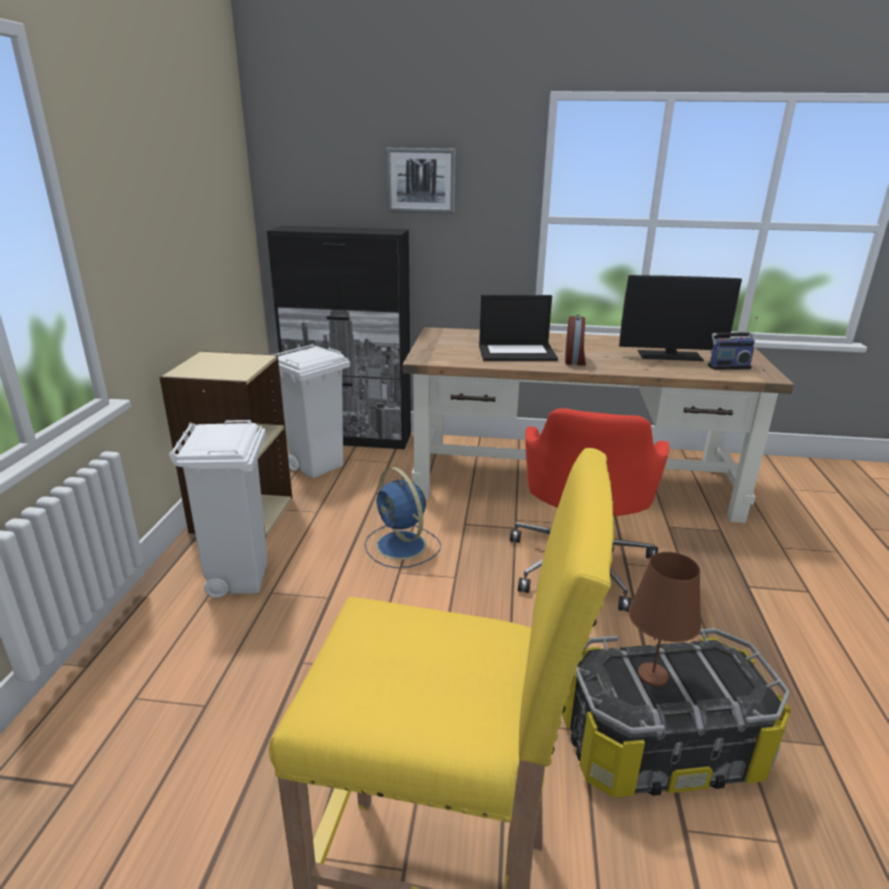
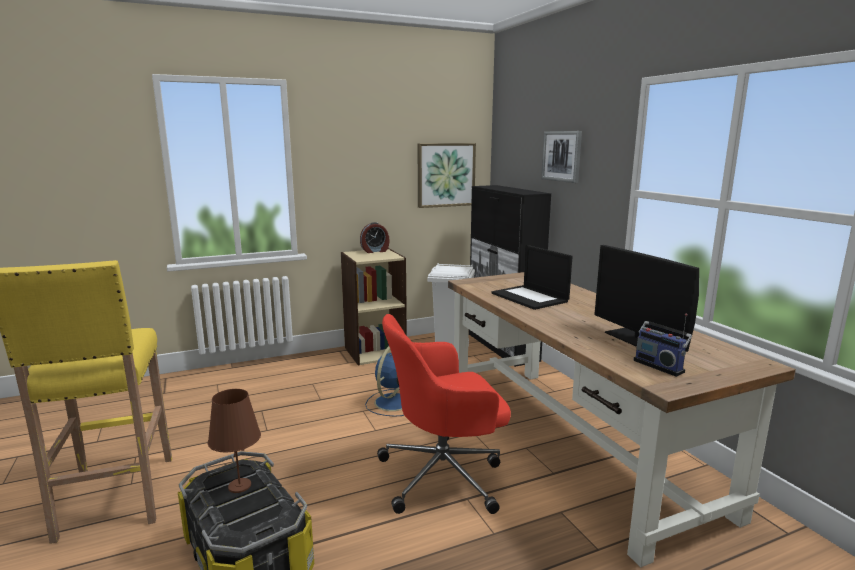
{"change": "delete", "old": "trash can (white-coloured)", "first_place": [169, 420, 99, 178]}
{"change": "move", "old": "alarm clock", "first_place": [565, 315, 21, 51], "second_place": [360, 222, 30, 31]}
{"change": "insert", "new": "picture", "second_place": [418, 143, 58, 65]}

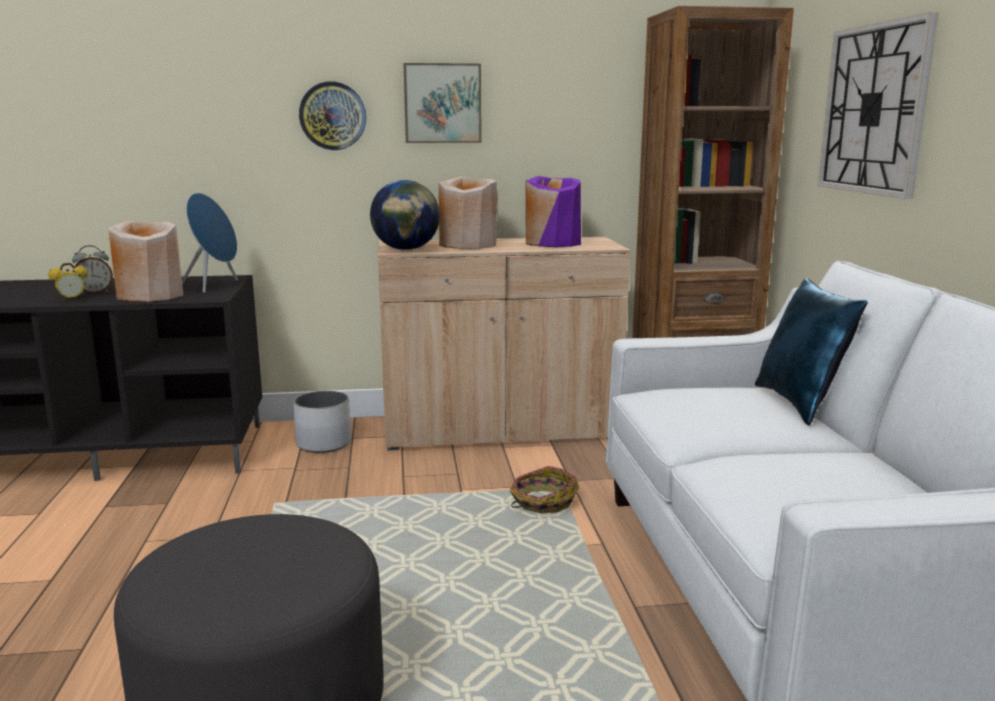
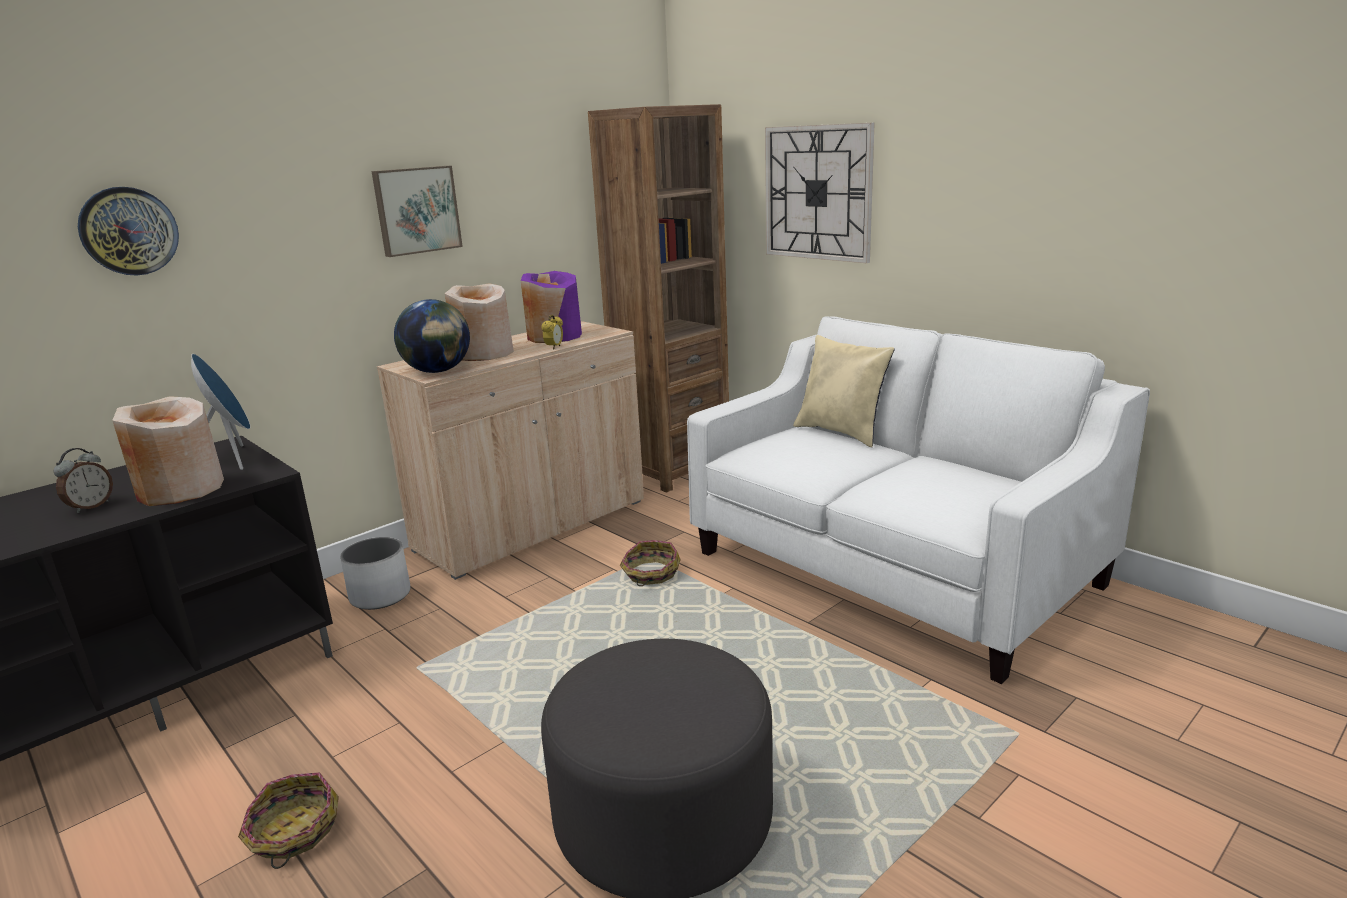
{"change": "move", "old": "alarm clock", "first_place": [48, 263, 40, 38], "second_place": [542, 314, 21, 35]}
{"change": "move", "old": "clock on the wall", "first_place": [299, 81, 67, 69], "second_place": [78, 187, 101, 88]}
{"change": "recolor", "old": "throw pillow (bluish)", "new": "throw pillow (beige-coloured)", "first_place": [755, 278, 112, 147], "second_place": [793, 335, 102, 112]}
{"change": "insert", "new": "storage basket", "second_place": [238, 773, 101, 96]}

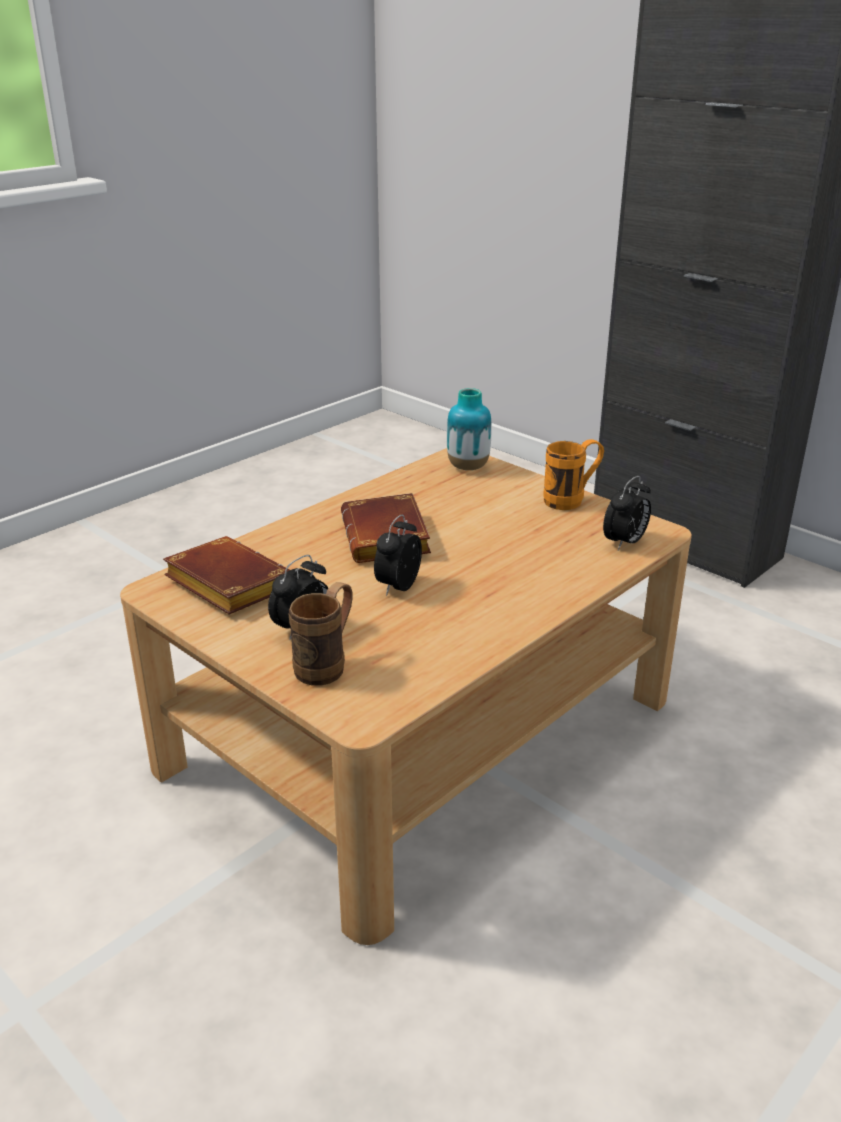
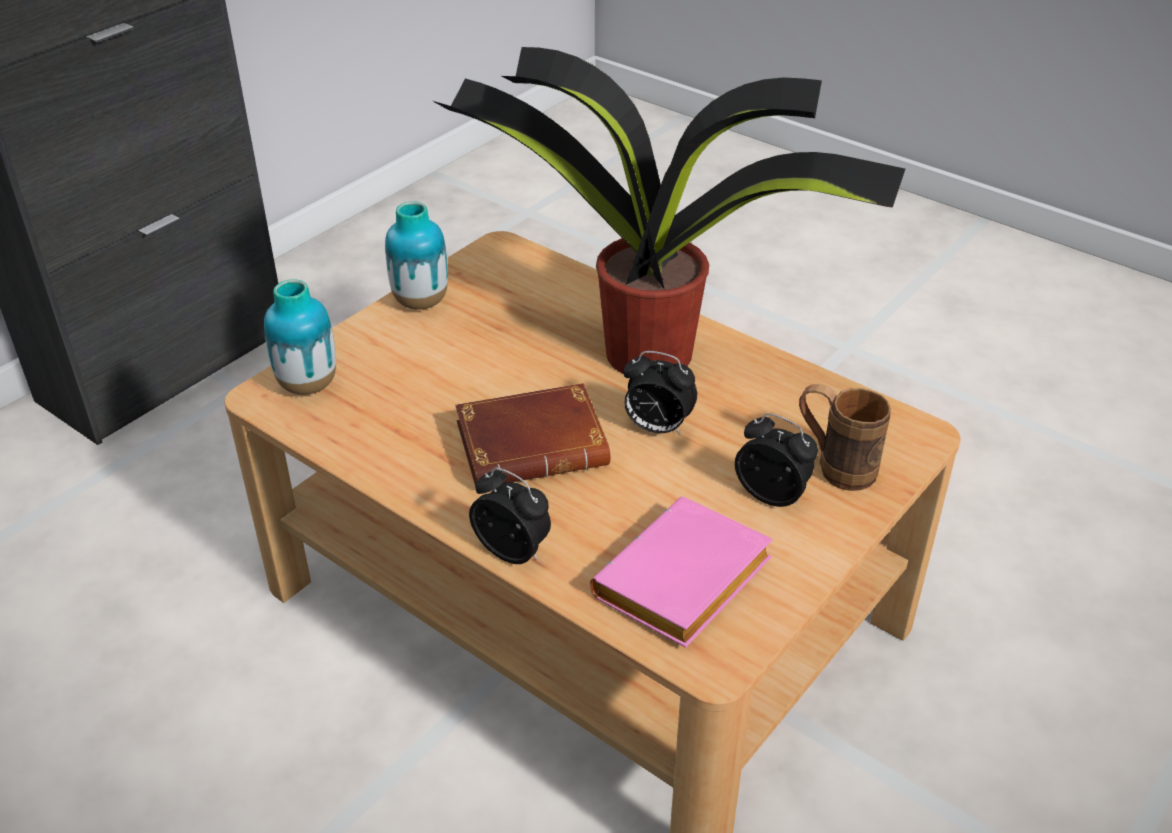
{"change": "recolor", "old": "book (brown)", "new": "book (pink)", "first_place": [163, 536, 127, 79], "second_place": [590, 497, 183, 151]}
{"change": "replace", "old": "mug (orangey)", "new": "flower vase", "first_place": [543, 439, 61, 71], "second_place": [385, 201, 63, 108]}
{"change": "move", "old": "alarm clock", "first_place": [603, 476, 48, 75], "second_place": [469, 468, 82, 96]}
{"change": "insert", "new": "houseplant", "second_place": [431, 47, 474, 327]}

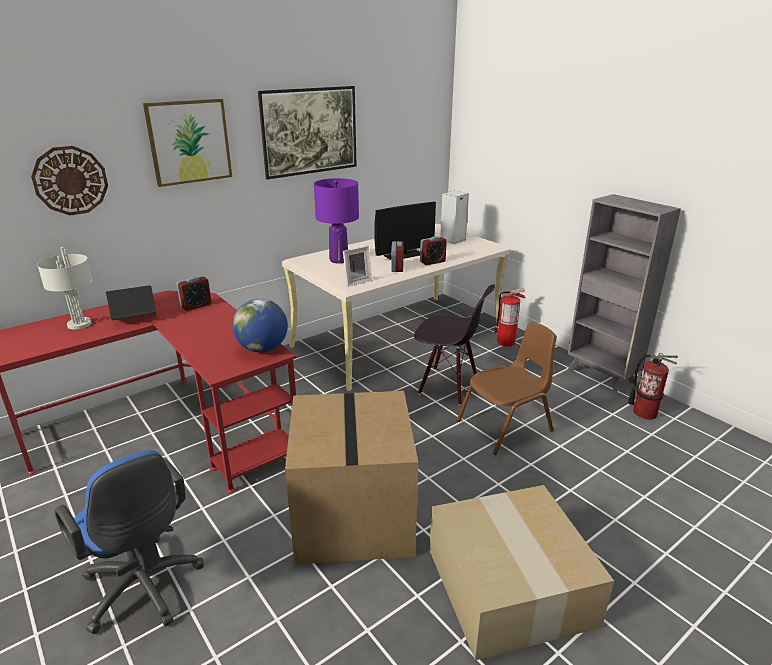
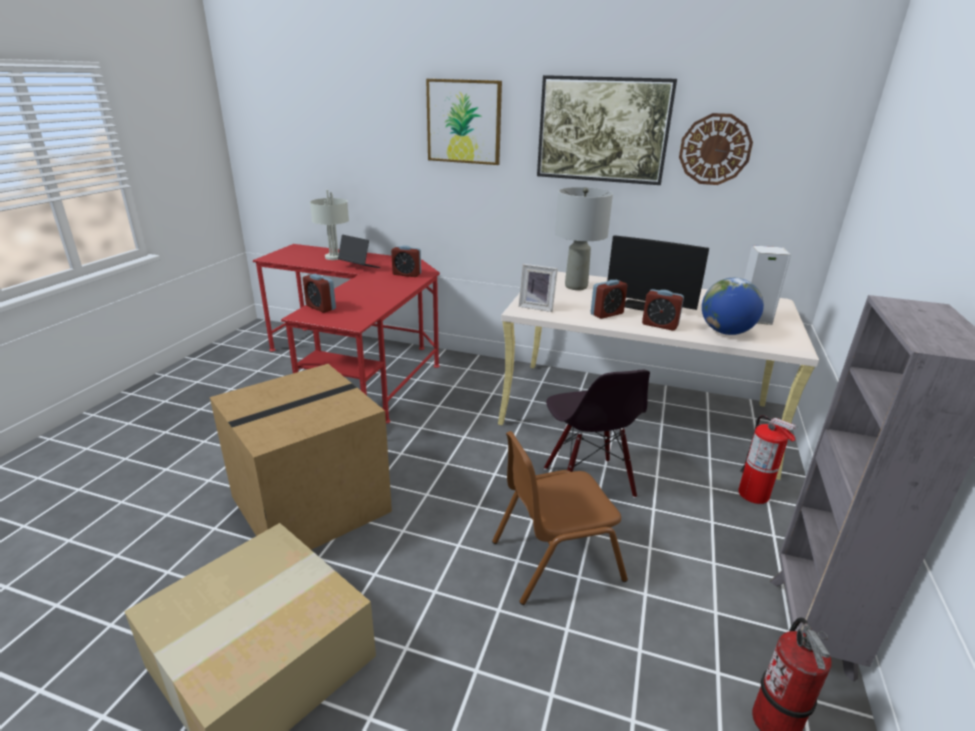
{"change": "move", "old": "clock on the wall", "first_place": [31, 146, 77, 69], "second_place": [679, 113, 74, 72]}
{"change": "delete", "old": "desk chair (bluish)", "first_place": [54, 450, 150, 184]}
{"change": "move", "old": "desk globe", "first_place": [233, 299, 55, 54], "second_place": [702, 278, 62, 57]}
{"change": "recolor", "old": "tabletop lamp (purple-coloured)", "new": "tabletop lamp (greyish)", "first_place": [314, 178, 45, 85], "second_place": [555, 187, 58, 103]}
{"change": "rotate", "old": "upright chair (brown)", "first_place": [457, 322, 100, 133], "second_place": [492, 431, 136, 174], "degrees": 135}
{"change": "insert", "new": "alarm clock", "second_place": [303, 274, 33, 39]}

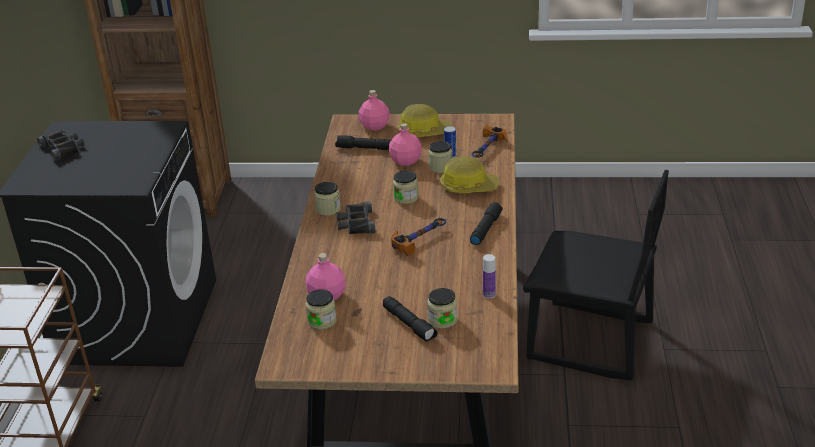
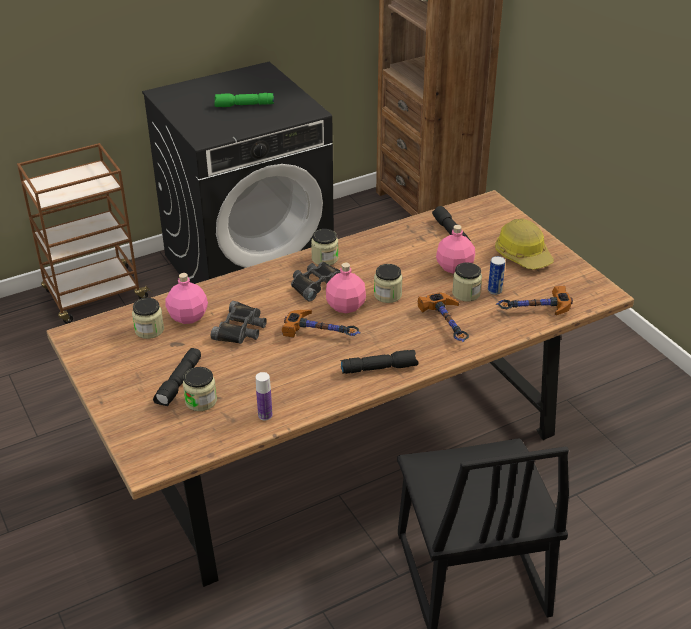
{"change": "move", "old": "pair of binoculars (black-coloured)", "first_place": [37, 130, 47, 31], "second_place": [211, 301, 56, 43]}
{"change": "move", "old": "beverage bottle (pink)", "first_place": [358, 90, 32, 41], "second_place": [326, 263, 40, 50]}
{"change": "replace", "old": "work helmet", "new": "tool hammer", "first_place": [440, 156, 59, 37], "second_place": [418, 292, 51, 50]}
{"change": "insert", "new": "hand torch (green-coloured)", "second_place": [214, 93, 60, 14]}

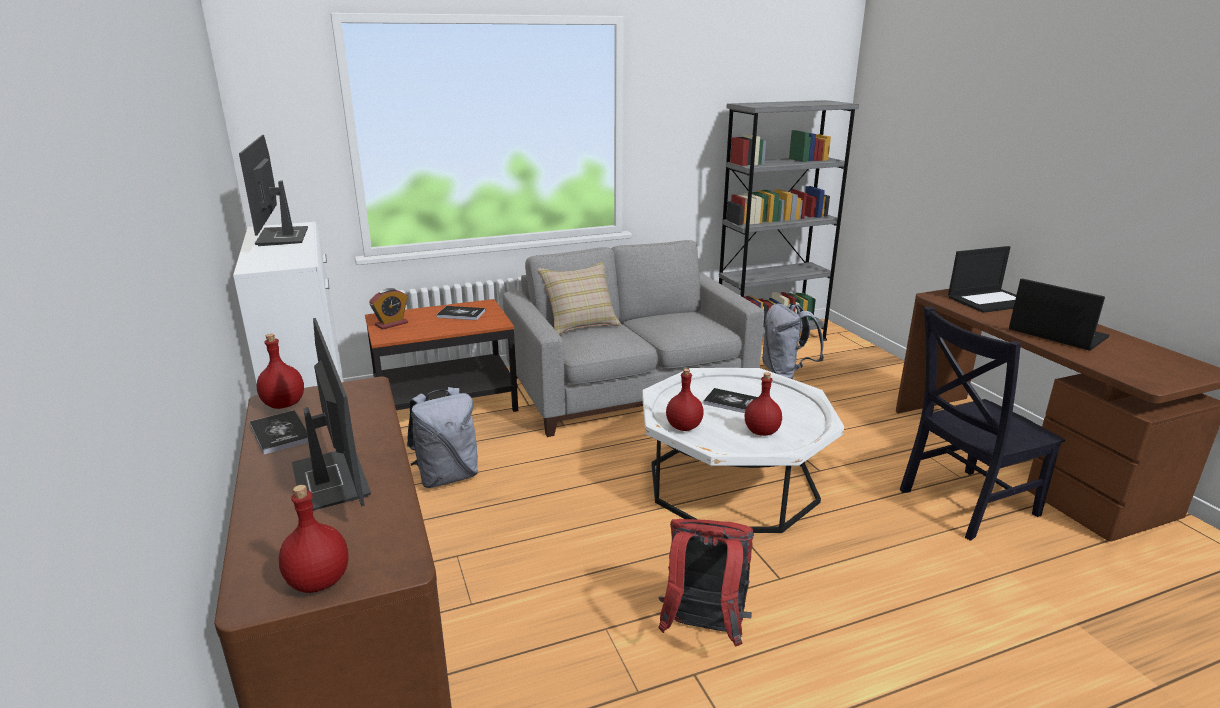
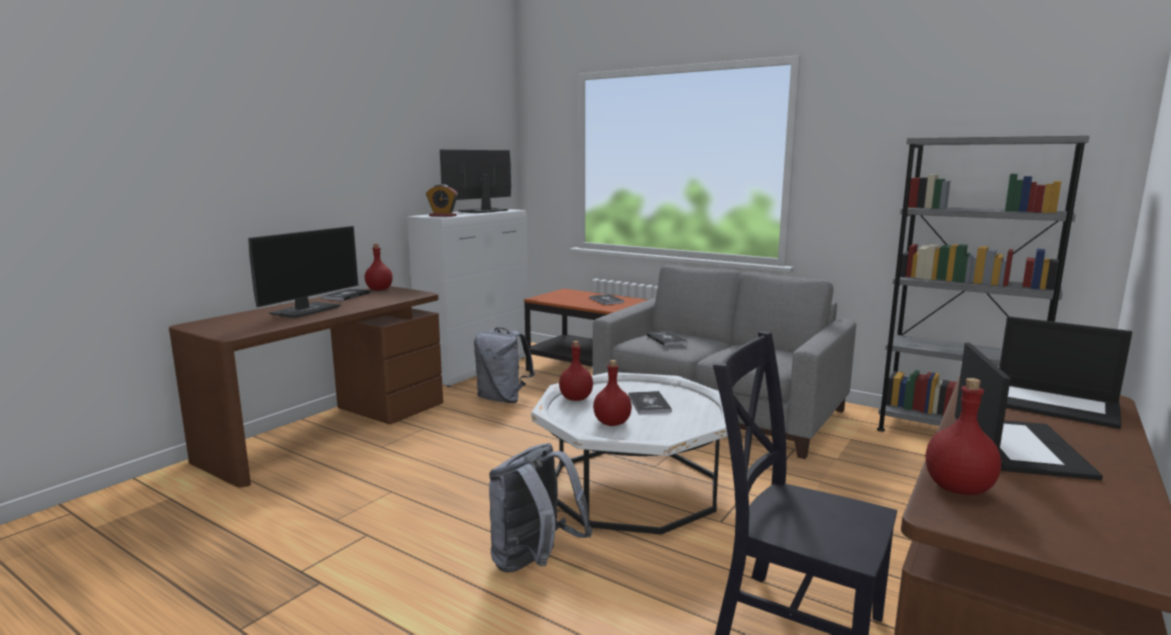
{"change": "move", "old": "beverage bottle (red)", "first_place": [279, 485, 69, 108], "second_place": [926, 378, 75, 117]}
{"change": "move", "old": "alarm clock", "first_place": [369, 288, 39, 42], "second_place": [426, 184, 32, 33]}
{"change": "delete", "old": "throw pillow (beige-coloured)", "first_place": [538, 262, 83, 73]}
{"change": "delete", "old": "rucksack (red)", "first_place": [658, 519, 96, 127]}
{"change": "move", "old": "rucksack (greyish)", "first_place": [762, 303, 62, 76], "second_place": [489, 443, 104, 130]}
{"change": "insert", "new": "book", "second_place": [647, 331, 41, 15]}

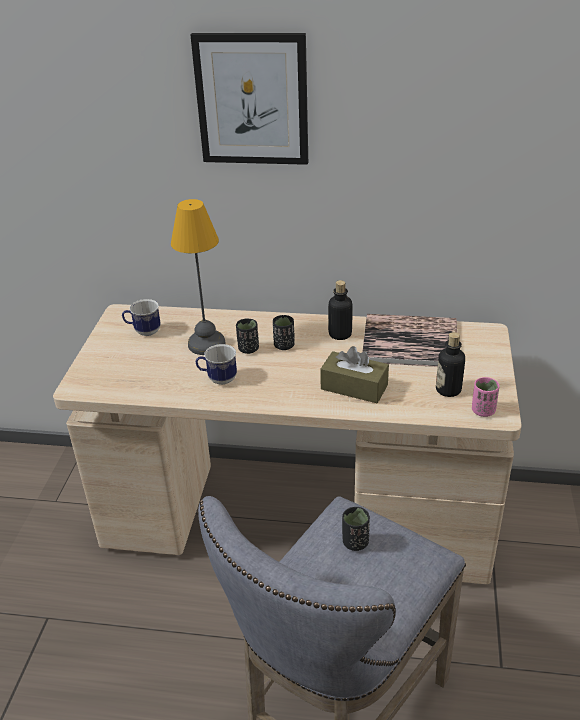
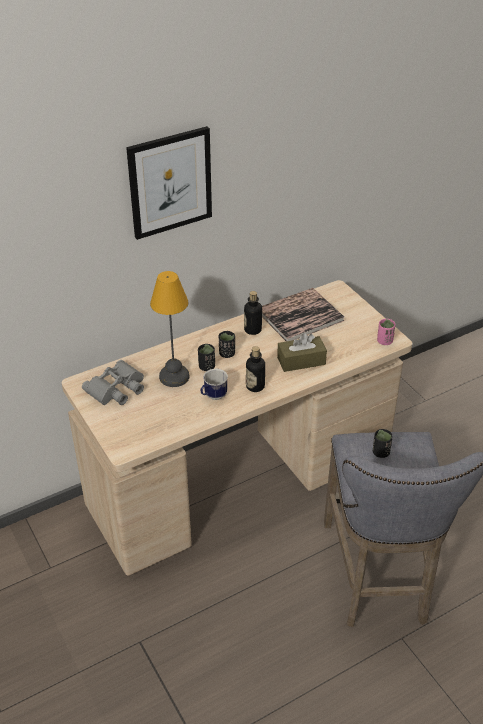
{"change": "replace", "old": "mug", "new": "pair of binoculars (greyish)", "first_place": [122, 299, 39, 37], "second_place": [82, 360, 62, 45]}
{"change": "move", "old": "beverage bottle", "first_place": [436, 332, 29, 65], "second_place": [246, 346, 19, 46]}

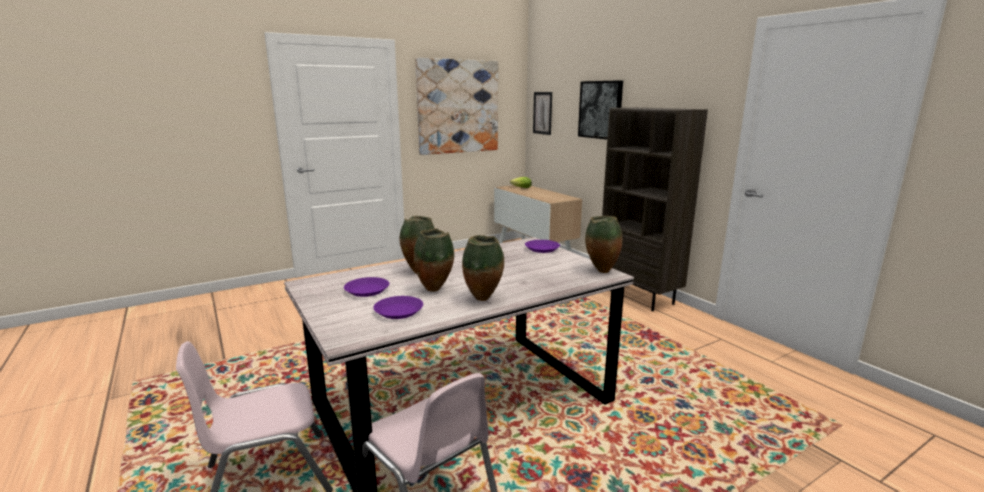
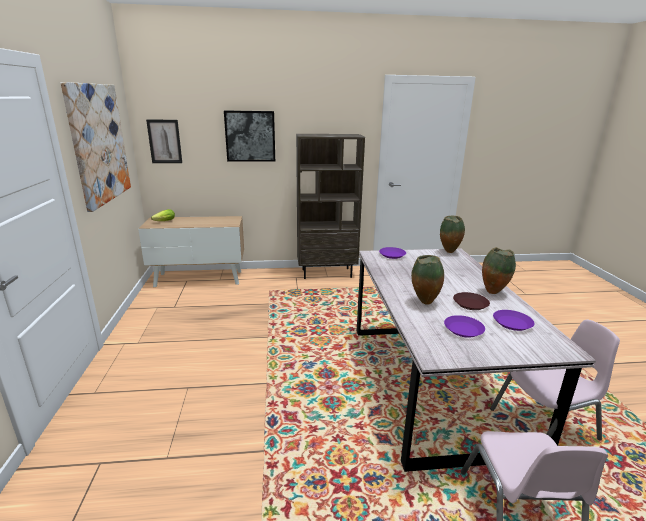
{"change": "replace", "old": "flower vase", "new": "plate (brown)", "first_place": [414, 228, 40, 64], "second_place": [453, 292, 37, 18]}

